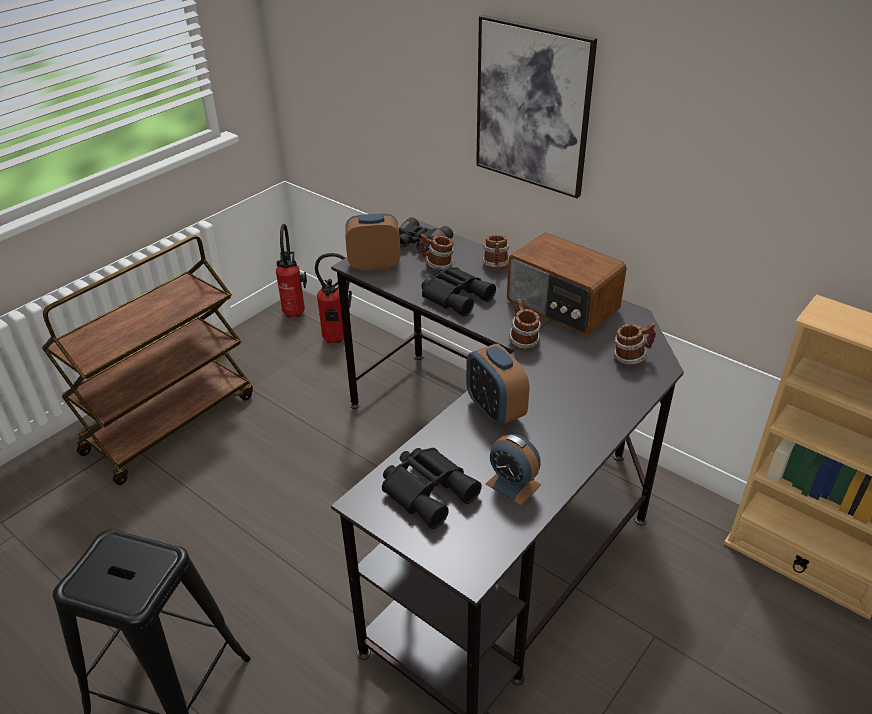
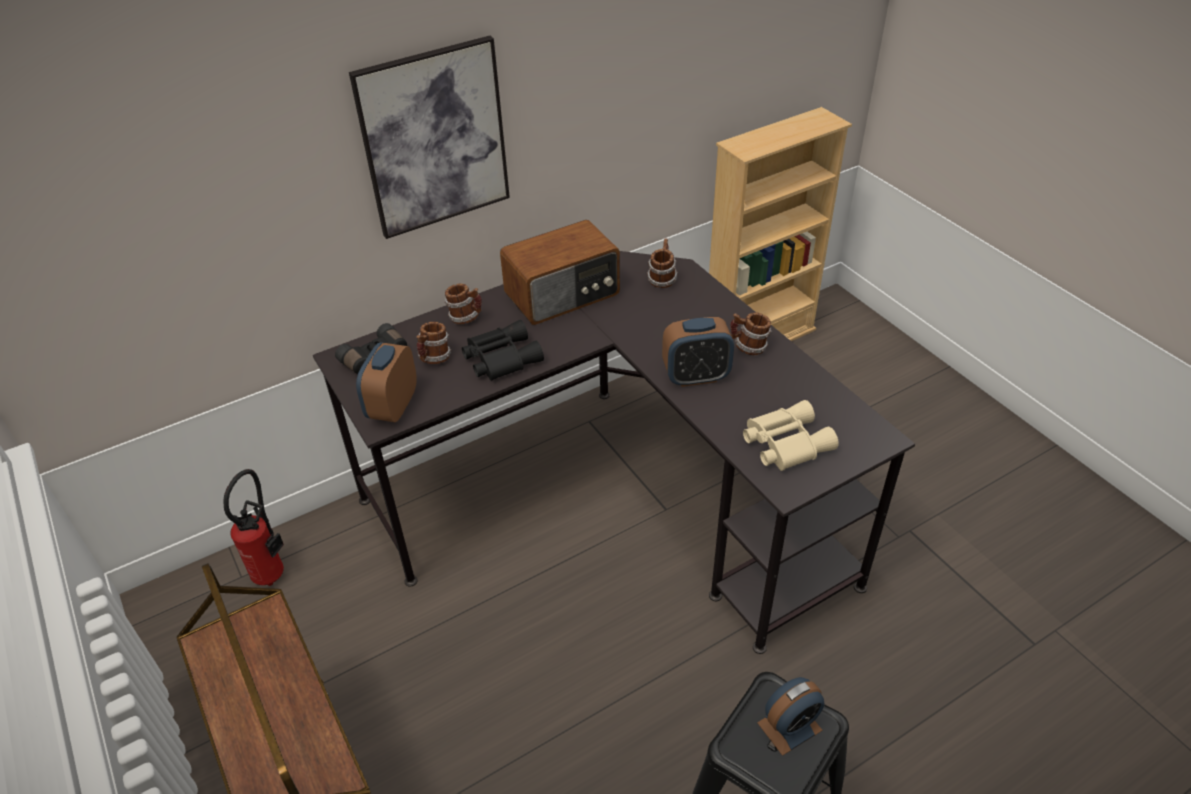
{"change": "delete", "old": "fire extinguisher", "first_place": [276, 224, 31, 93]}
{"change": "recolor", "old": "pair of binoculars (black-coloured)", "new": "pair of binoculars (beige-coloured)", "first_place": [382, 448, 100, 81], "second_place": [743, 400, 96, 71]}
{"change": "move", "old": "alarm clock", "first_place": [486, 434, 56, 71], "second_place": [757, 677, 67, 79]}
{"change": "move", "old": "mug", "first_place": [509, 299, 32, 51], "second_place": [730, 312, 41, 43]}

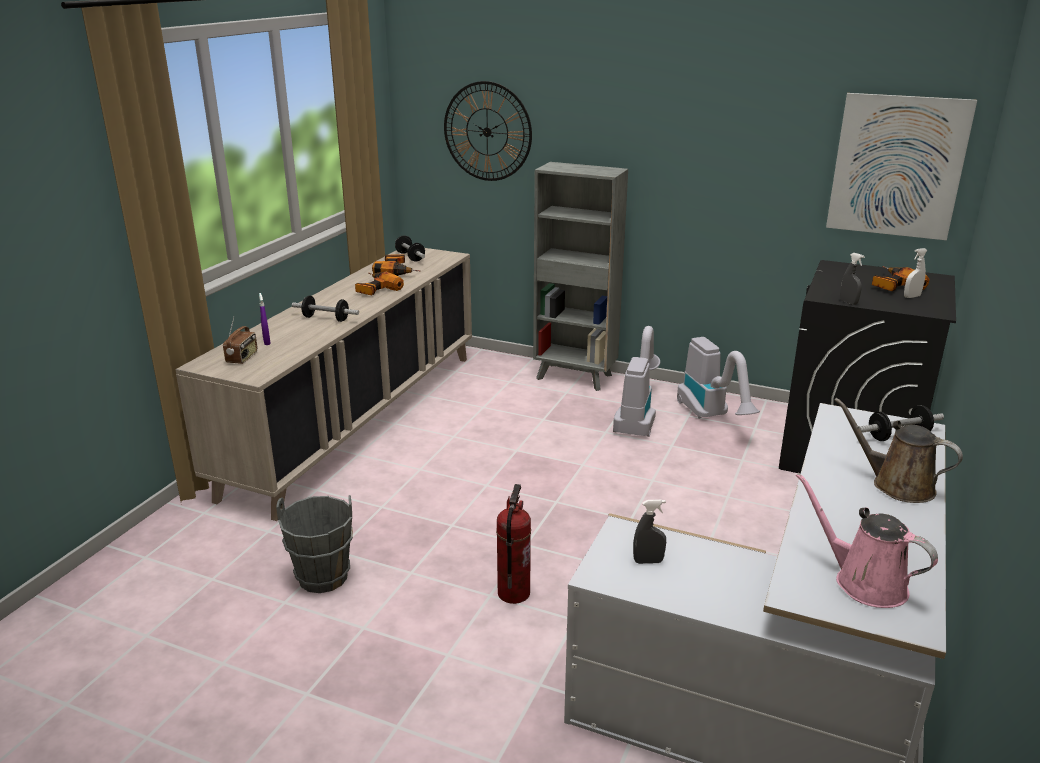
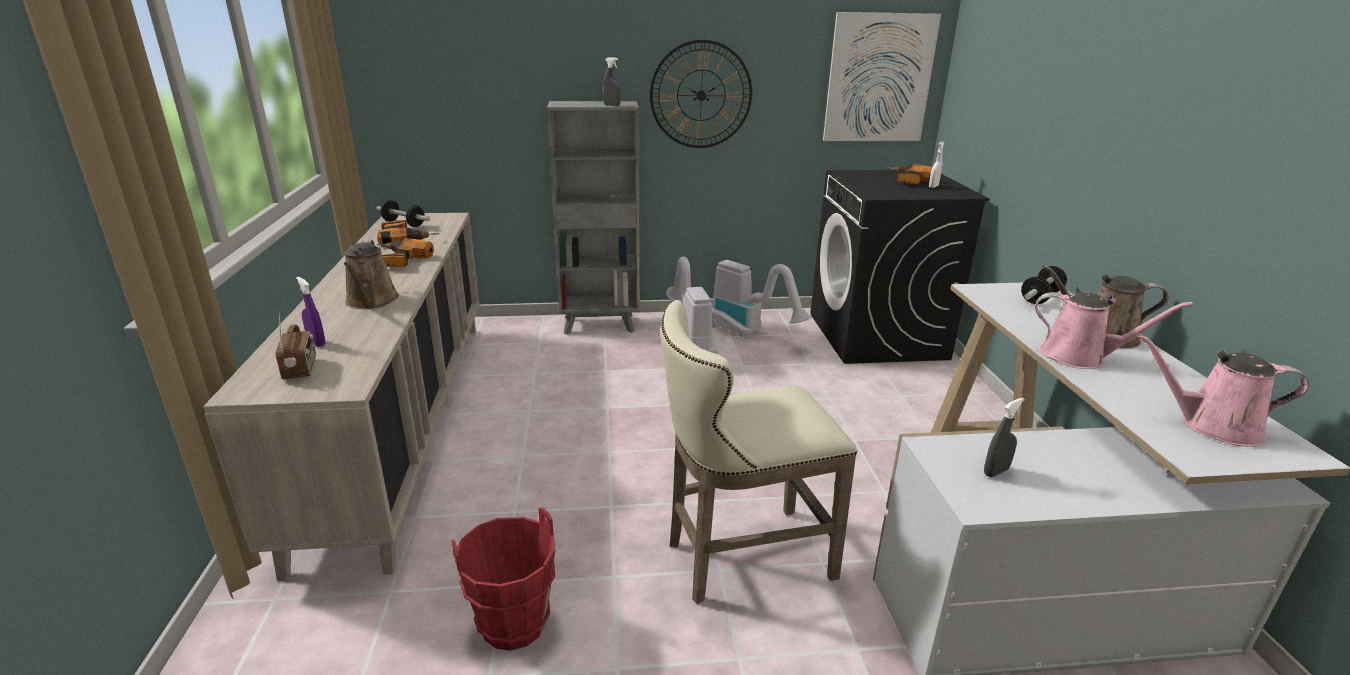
{"change": "recolor", "old": "water bucket (greyish)", "new": "water bucket (red)", "first_place": [276, 495, 77, 98], "second_place": [451, 507, 104, 143]}
{"change": "replace", "old": "dumbbell", "new": "watering can (brown)", "first_place": [292, 296, 67, 26], "second_place": [344, 240, 55, 69]}
{"change": "move", "old": "clock on the wall", "first_place": [444, 81, 88, 100], "second_place": [650, 40, 102, 108]}
{"change": "replace", "old": "fire extinguisher", "new": "stool seat (beige-coloured)", "first_place": [496, 484, 35, 120], "second_place": [661, 300, 196, 304]}
{"change": "move", "old": "sprayer (greyish)", "first_place": [840, 253, 25, 52], "second_place": [603, 57, 18, 49]}
{"change": "insert", "new": "watering can (pink)", "second_place": [1035, 292, 158, 77]}

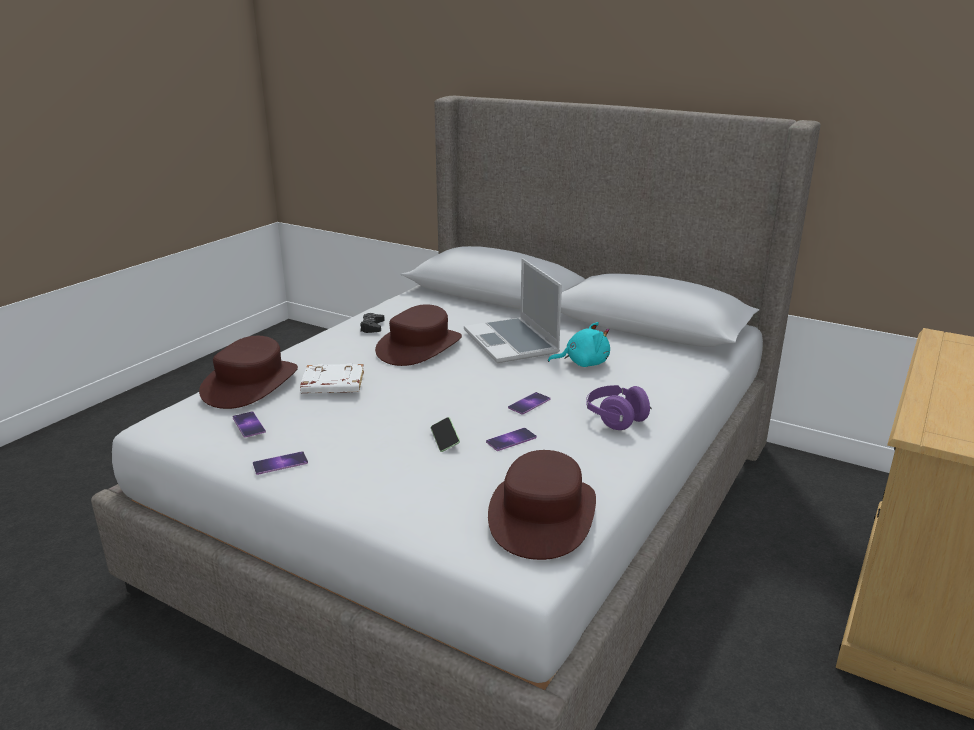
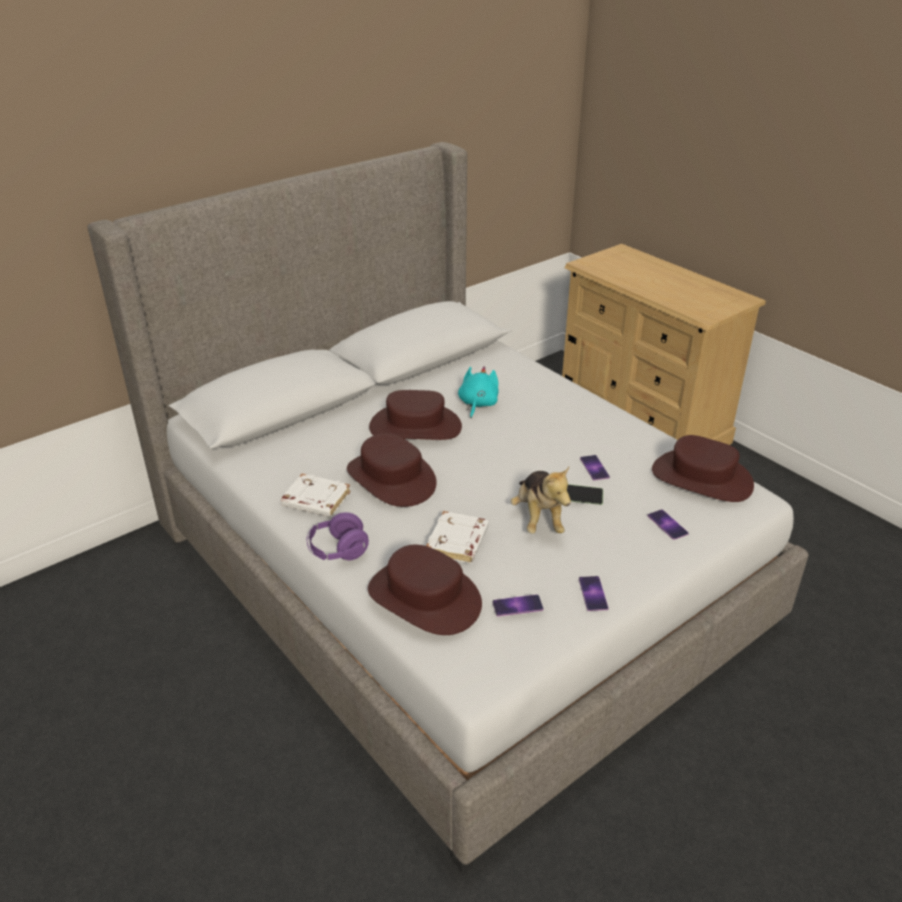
{"change": "replace", "old": "joypad (black-coloured)", "new": "book (white-coloured)", "first_place": [360, 313, 25, 20], "second_place": [281, 474, 70, 43]}
{"change": "replace", "old": "portable computer", "new": "hat (brown)", "first_place": [464, 258, 98, 105], "second_place": [369, 390, 93, 50]}
{"change": "move", "old": "phone", "first_place": [508, 392, 42, 22], "second_place": [647, 509, 42, 31]}
{"change": "move", "old": "headset (purple-coloured)", "first_place": [586, 385, 66, 45], "second_place": [307, 512, 62, 48]}
{"change": "insert", "new": "soft toy", "second_place": [511, 467, 60, 67]}

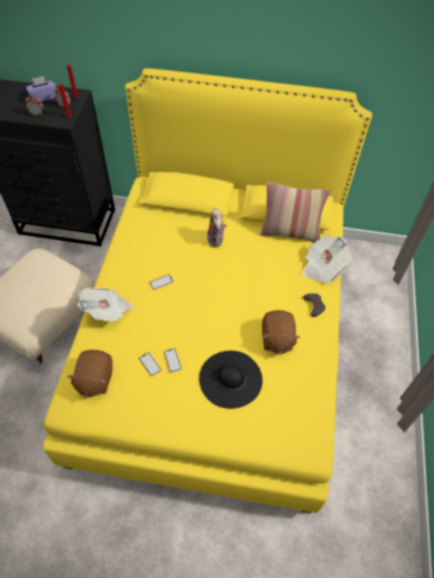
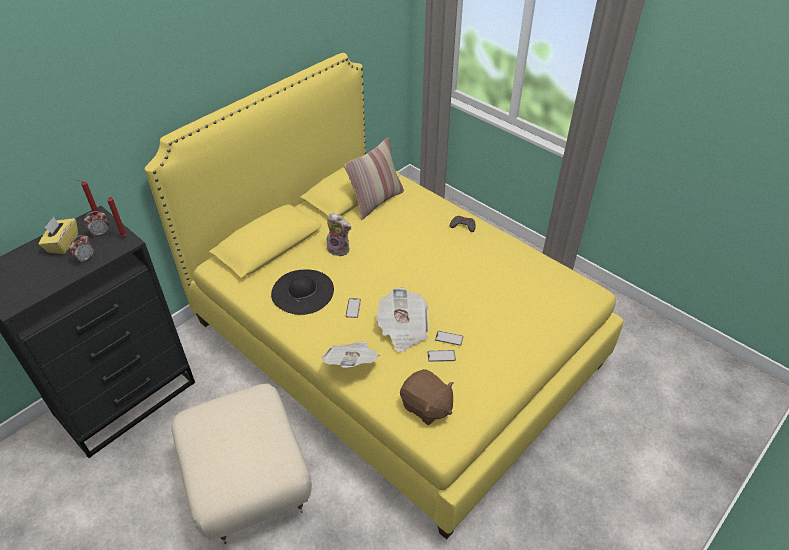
{"change": "recolor", "old": "tissue holder (purple-coloured)", "new": "tissue holder (yellowish)", "first_place": [26, 76, 30, 26], "second_place": [39, 217, 39, 37]}
{"change": "move", "old": "hat (black-coloured)", "first_place": [199, 351, 64, 58], "second_place": [271, 270, 63, 45]}
{"change": "delete", "old": "soft toy (brown)", "first_place": [262, 310, 38, 45]}
{"change": "move", "old": "newspaper", "first_place": [302, 235, 50, 49], "second_place": [376, 287, 53, 65]}

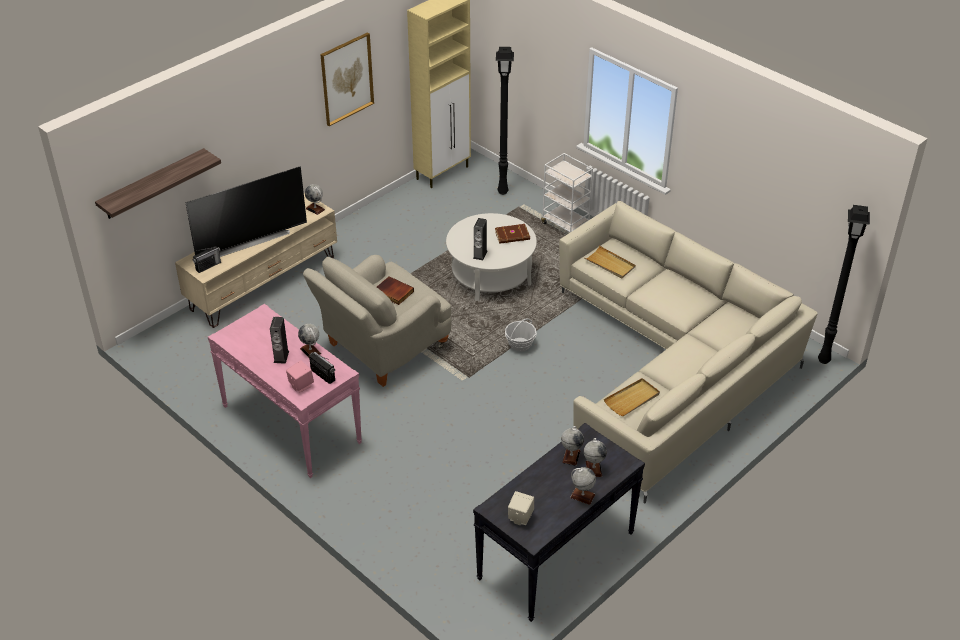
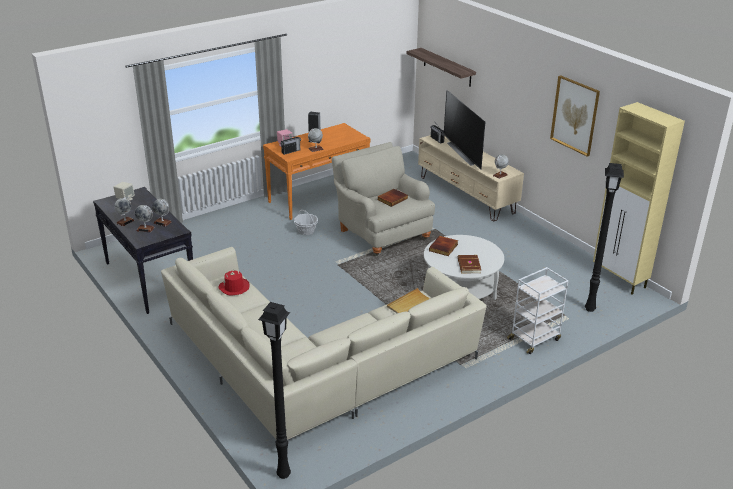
{"change": "recolor", "old": "hall table (pink)", "new": "hall table (orangey)", "first_place": [208, 304, 154, 174], "second_place": [263, 123, 108, 97]}
{"change": "replace", "old": "audio speaker", "new": "book", "first_place": [473, 218, 14, 42], "second_place": [429, 236, 29, 20]}
{"change": "move", "old": "storage basket", "first_place": [505, 318, 32, 34], "second_place": [294, 210, 24, 25]}
{"change": "replace", "old": "carrying tray (beige-coloured)", "new": "hat (red)", "first_place": [604, 378, 56, 38], "second_place": [218, 270, 32, 26]}

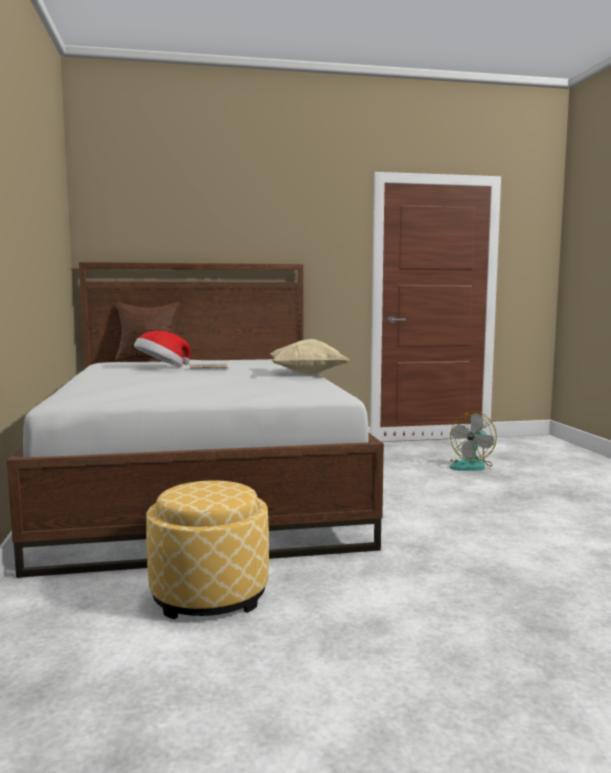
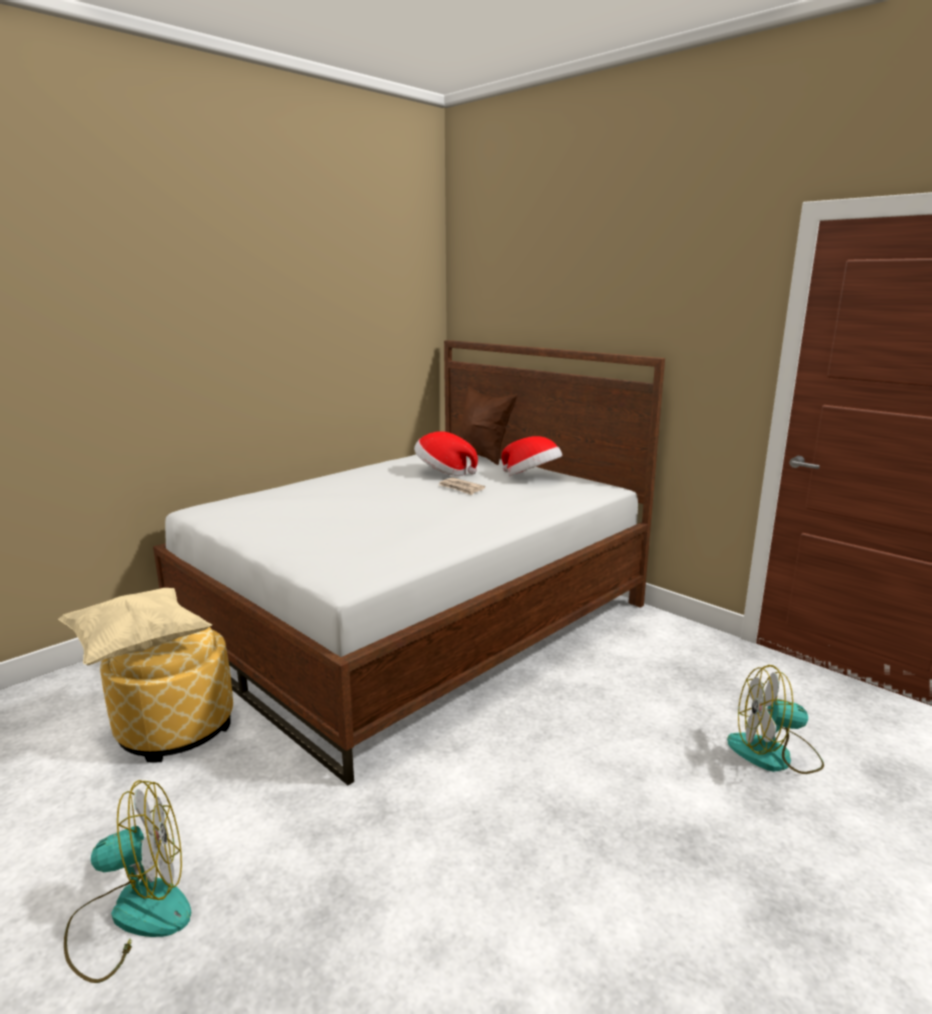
{"change": "move", "old": "throw pillow (beige-coloured)", "first_place": [270, 339, 79, 36], "second_place": [58, 588, 154, 77]}
{"change": "insert", "new": "electric fan", "second_place": [64, 780, 127, 203]}
{"change": "insert", "new": "hat", "second_place": [501, 436, 62, 40]}

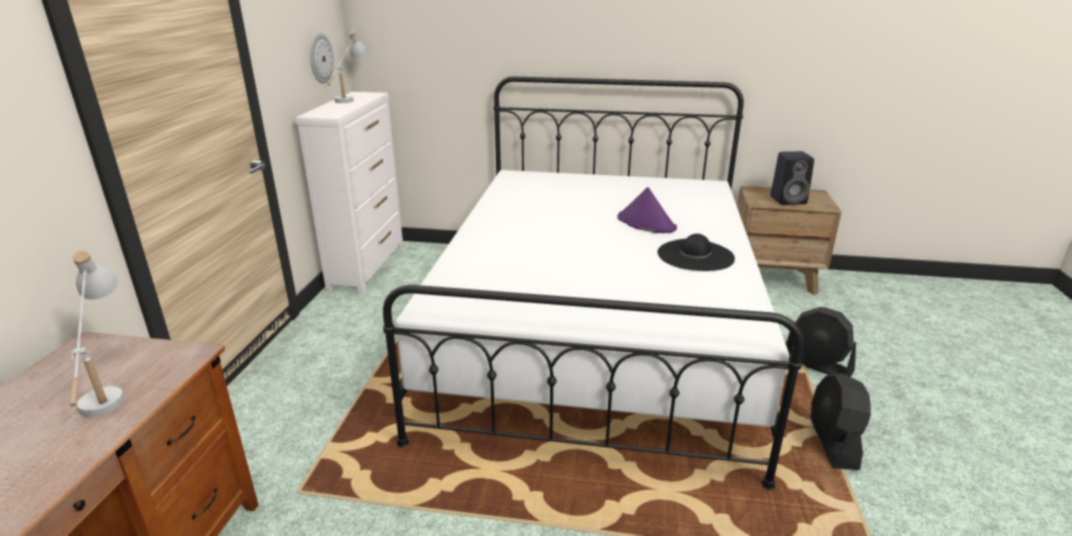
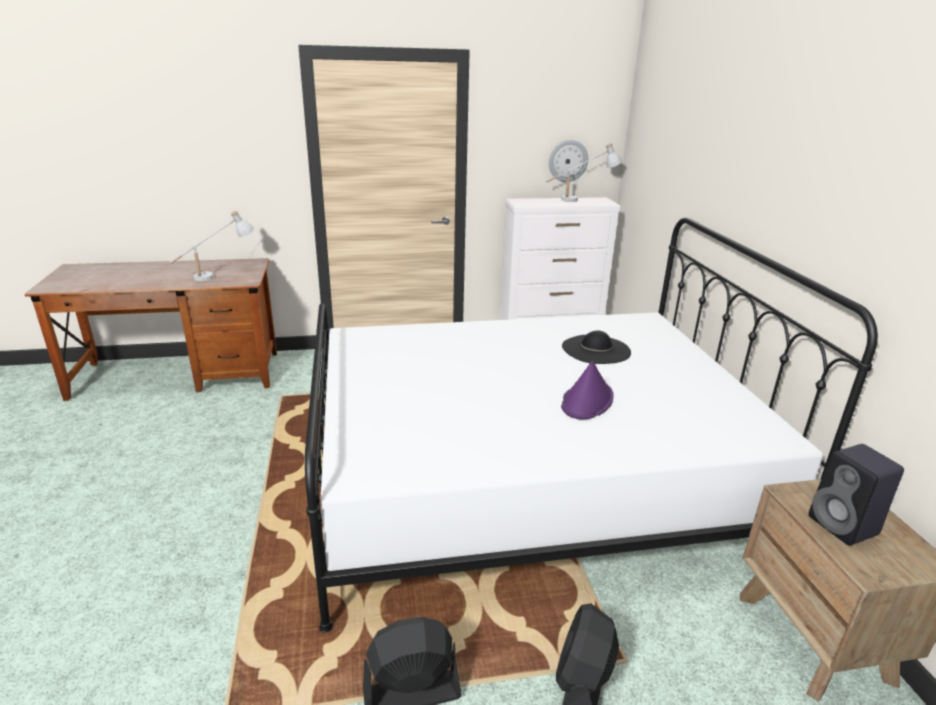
{"change": "move", "old": "hat (black-coloured)", "first_place": [657, 234, 78, 37], "second_place": [562, 330, 69, 34]}

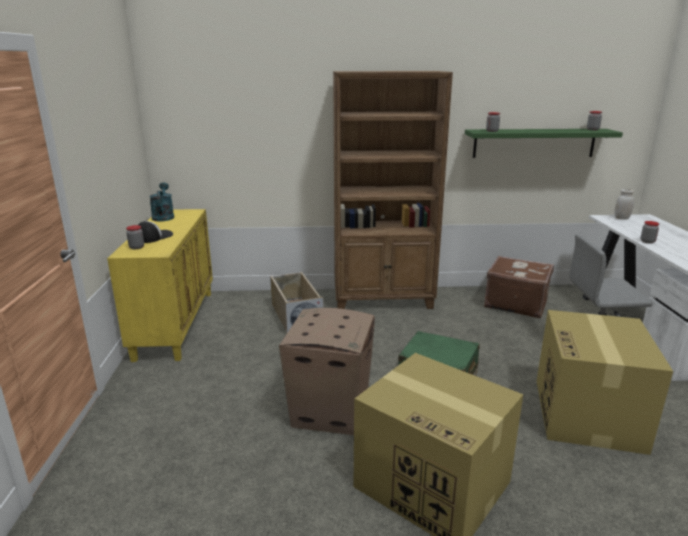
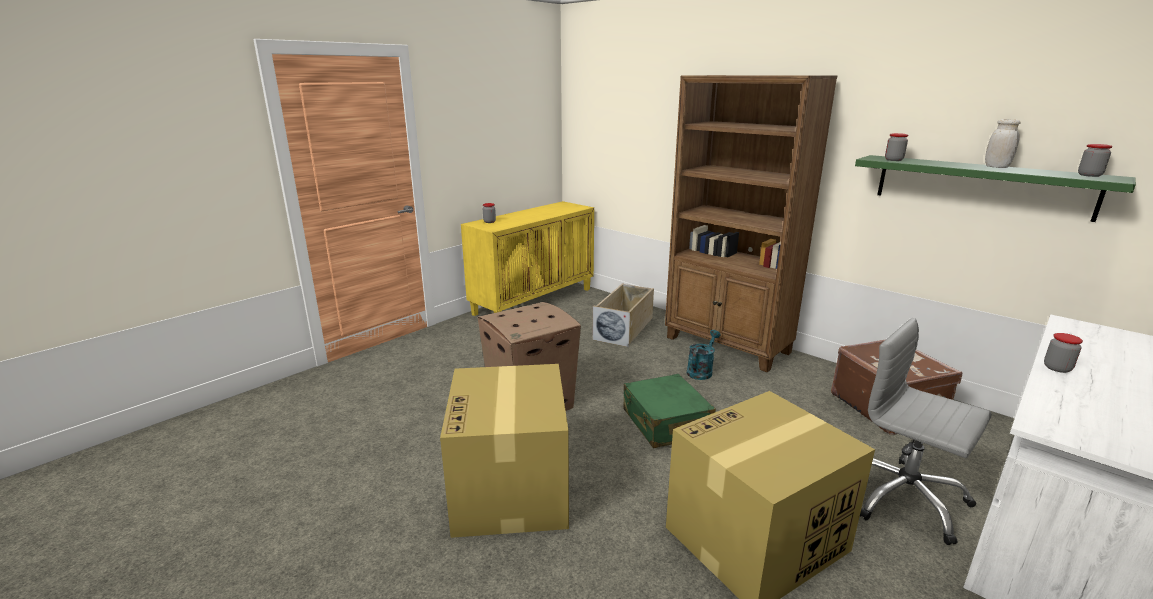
{"change": "delete", "old": "baseball cap", "first_place": [138, 221, 35, 22]}
{"change": "move", "old": "watering can (turquoise)", "first_place": [149, 182, 25, 40], "second_place": [687, 330, 33, 50]}
{"change": "move", "old": "jar (white-coloured)", "first_place": [615, 189, 19, 31], "second_place": [985, 119, 36, 49]}

